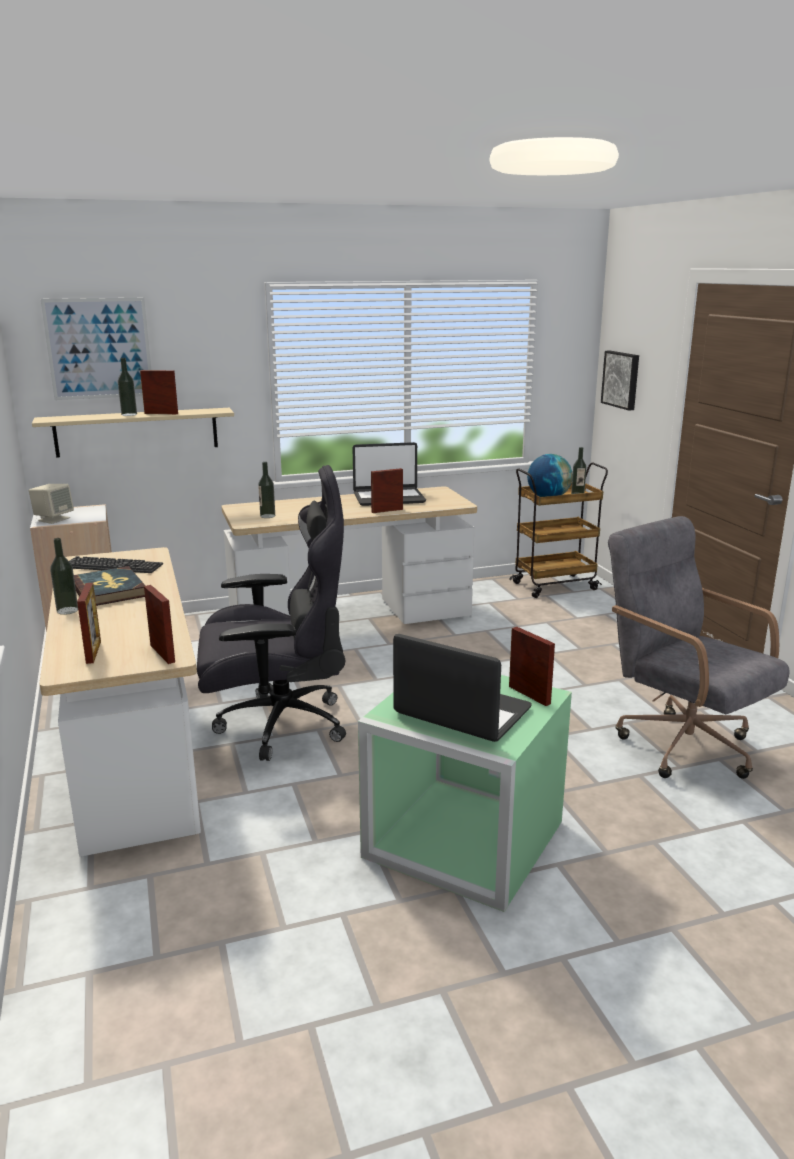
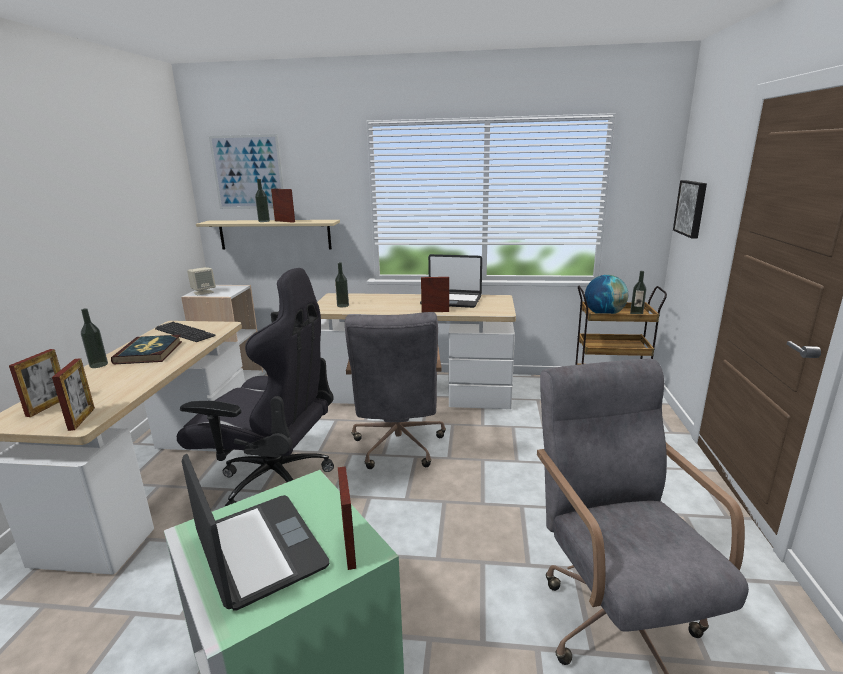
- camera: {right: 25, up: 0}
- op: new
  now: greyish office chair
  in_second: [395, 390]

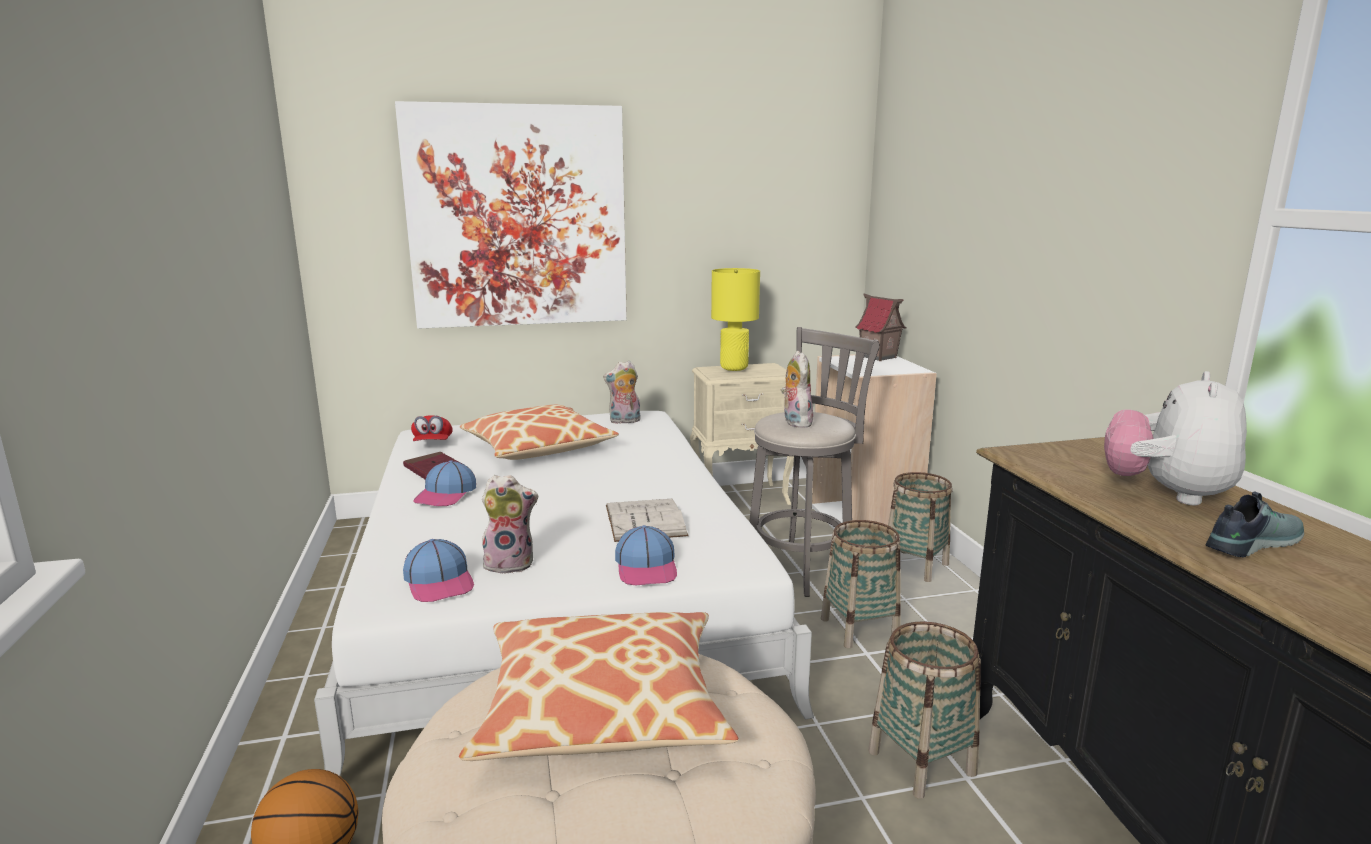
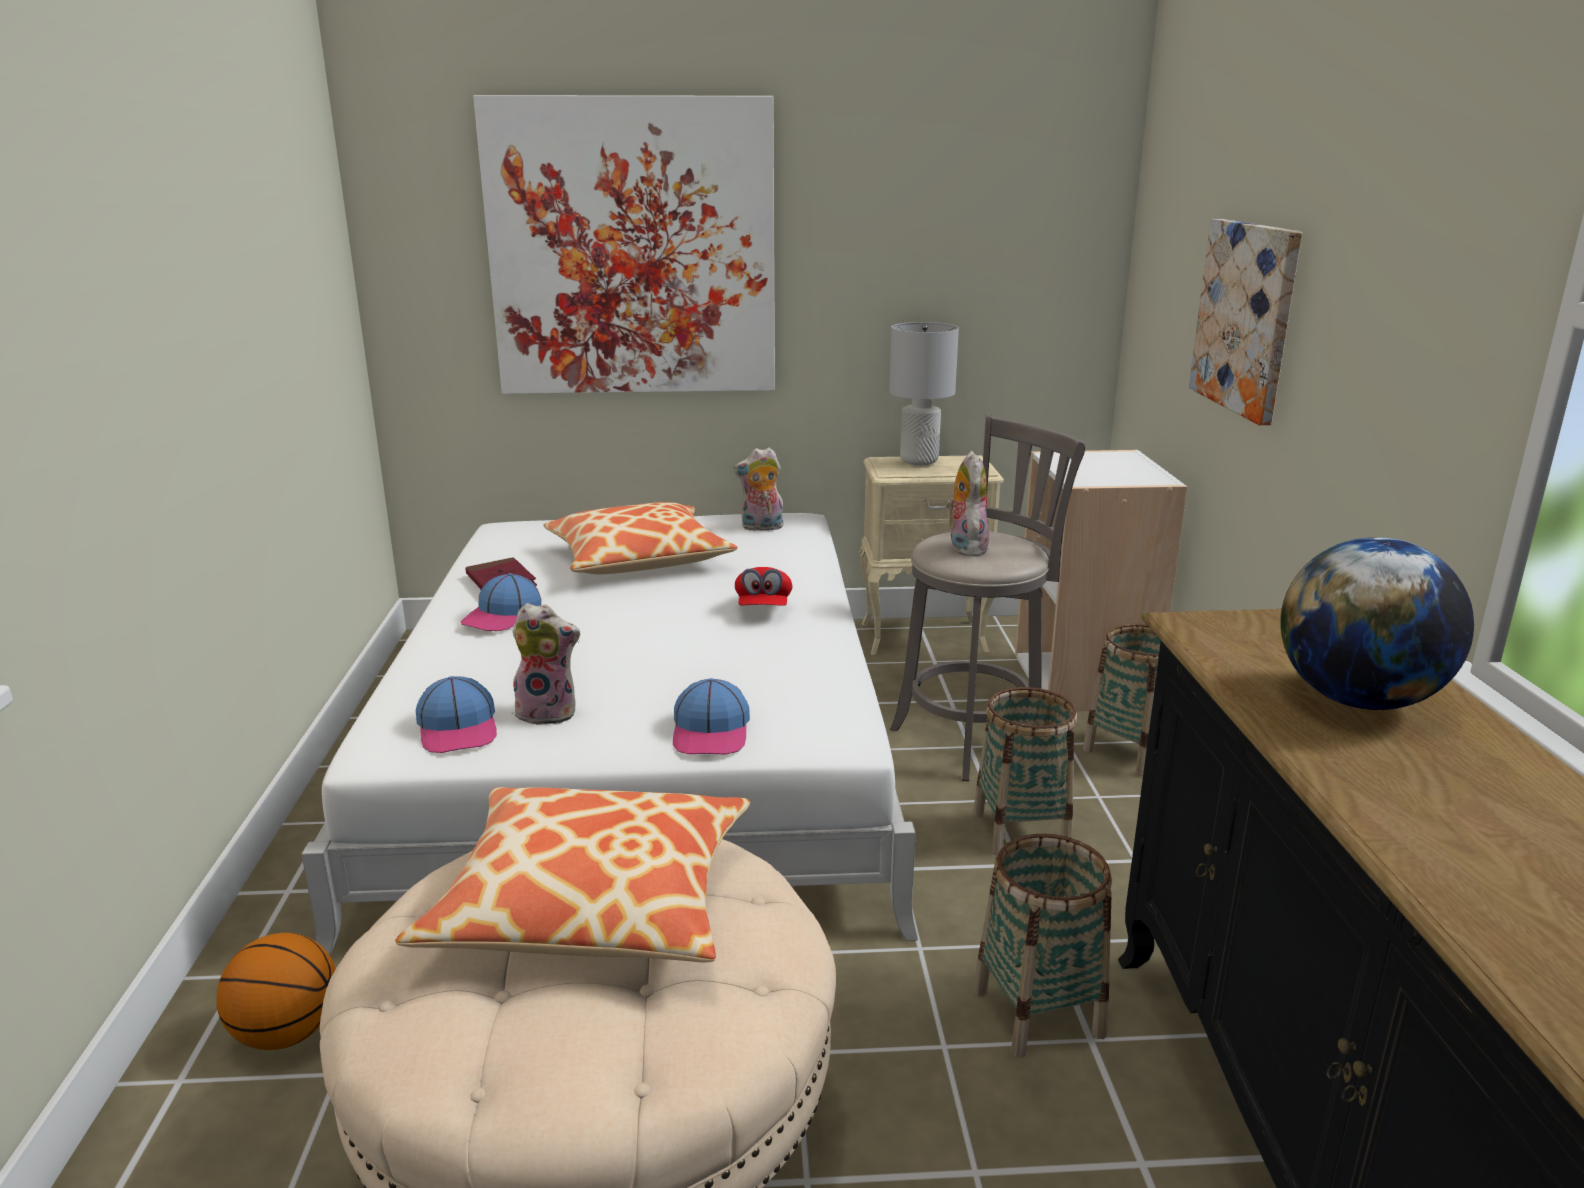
- camera: {right: 10, up: 5}
- op: shifted
  was: red cap
  in_first: [432, 428]
  in_second: [763, 586]
- op: repainted
  was: yellow-coloured tabletop lamp
  now: greyish tabletop lamp
  in_first: [735, 319]
  in_second: [924, 394]
- op: new
  now: picture
  in_second: [1245, 322]
- op: swapped
  was: plush toy
  now: desk globe
  in_first: [1175, 438]
  in_second: [1377, 623]
- op: gone
  was: white-coloured book
  in_first: [647, 520]
- op: gone
  was: miniature house
  in_first: [880, 327]
- op: gone
  was: low shoe
  in_first: [1255, 524]

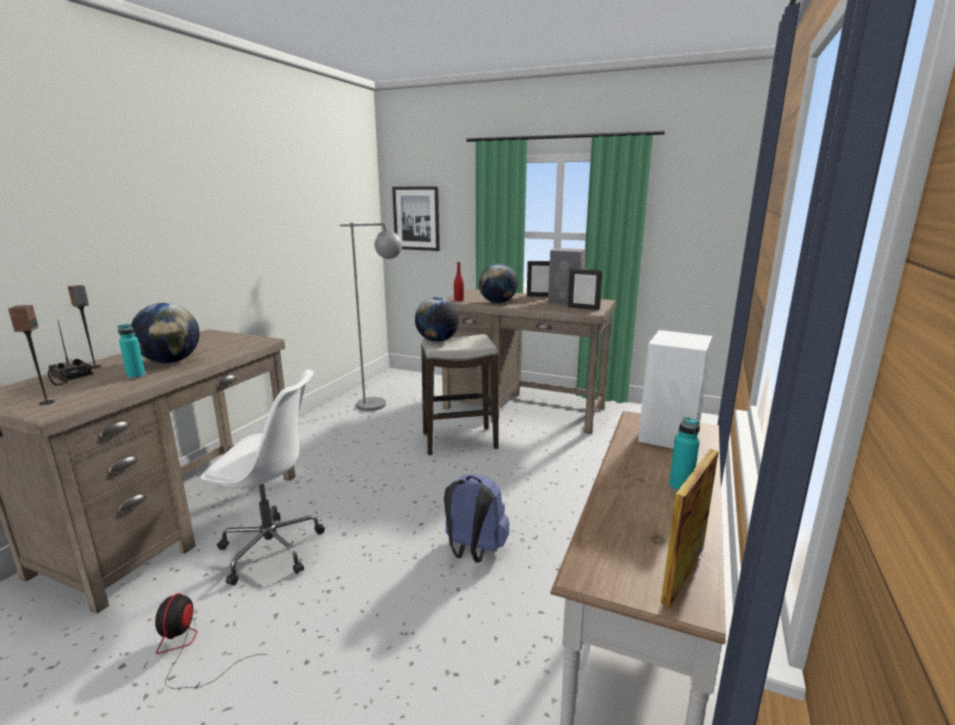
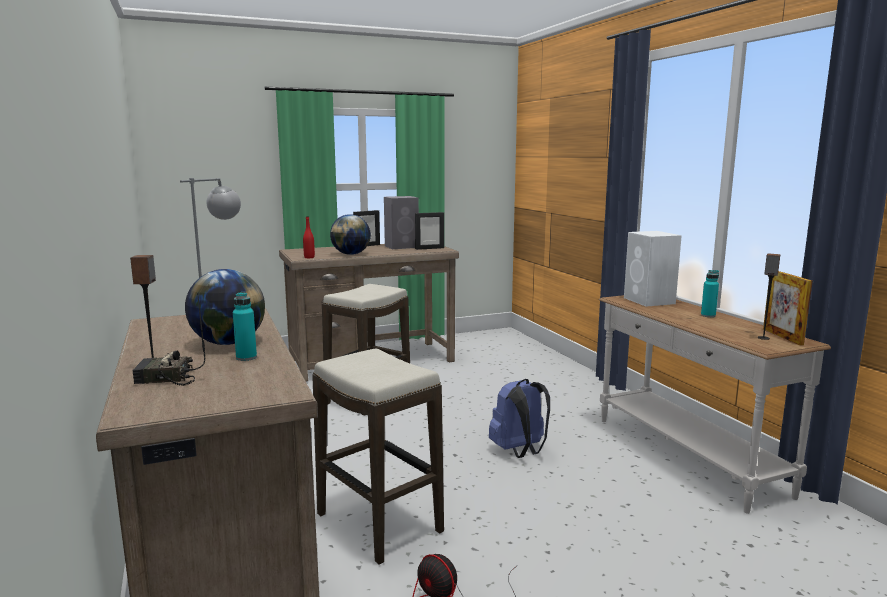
- camera: {right: -45, up: -5}
- op: swapped
  was: white-coloured office chair
  now: stool
  in_first: [262, 477]
  in_second: [378, 456]
- op: shifted
  was: speaker
  in_first: [31, 355]
  in_second: [768, 296]
- op: gone
  was: picture
  in_first: [416, 219]
- op: gone
  was: desk globe
  in_first: [437, 319]

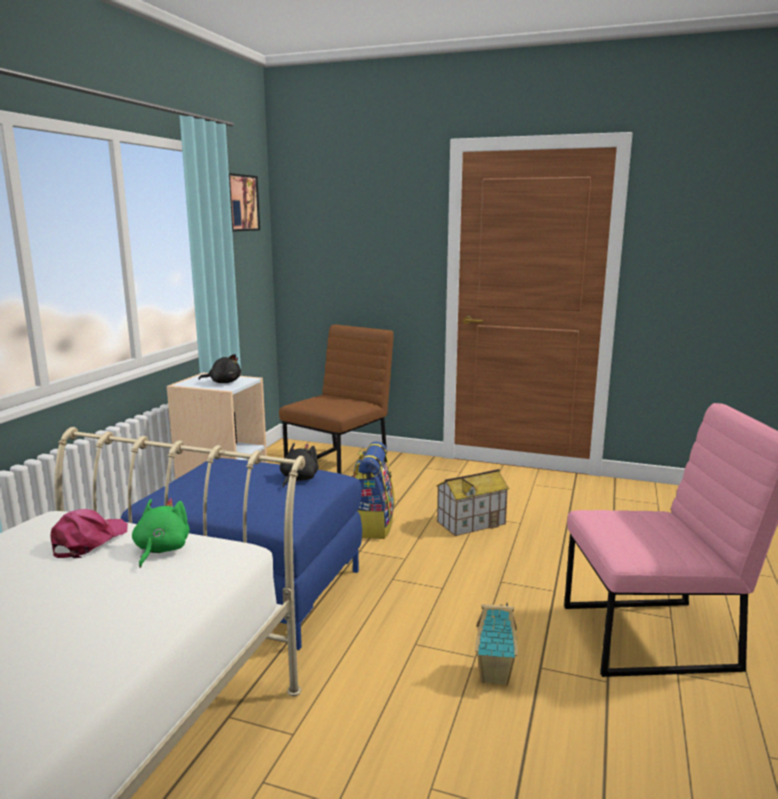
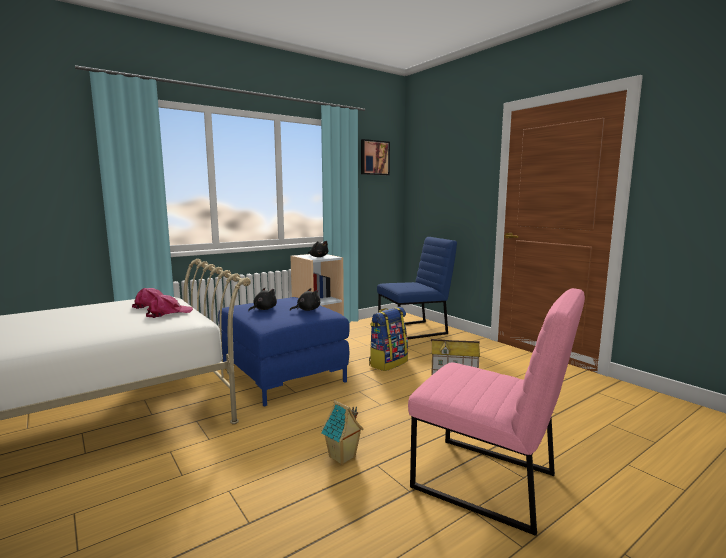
- camera: {right: 35, up: -5}
- op: swapped
  was: green-coloured plush toy
  now: pink-coloured cap
  in_first: [161, 533]
  in_second: [169, 306]
- op: new
  now: black plush toy
  in_second: [262, 299]
- op: repainted
  was: brownish plain chair
  now: blue-coloured plain chair
  in_first: [336, 401]
  in_second: [417, 288]

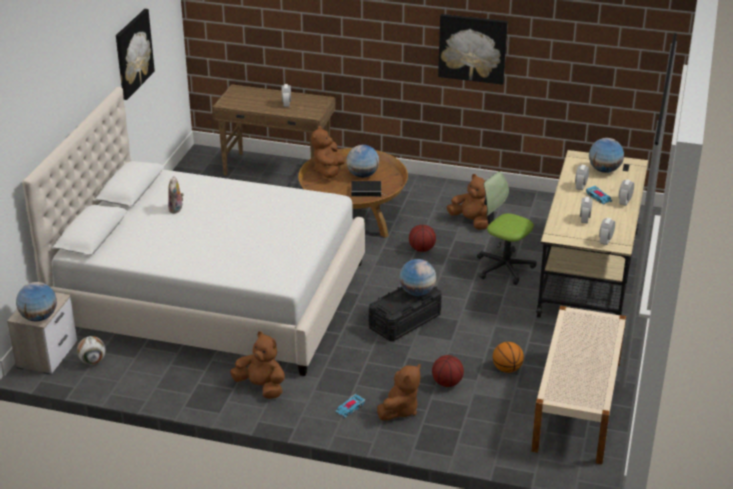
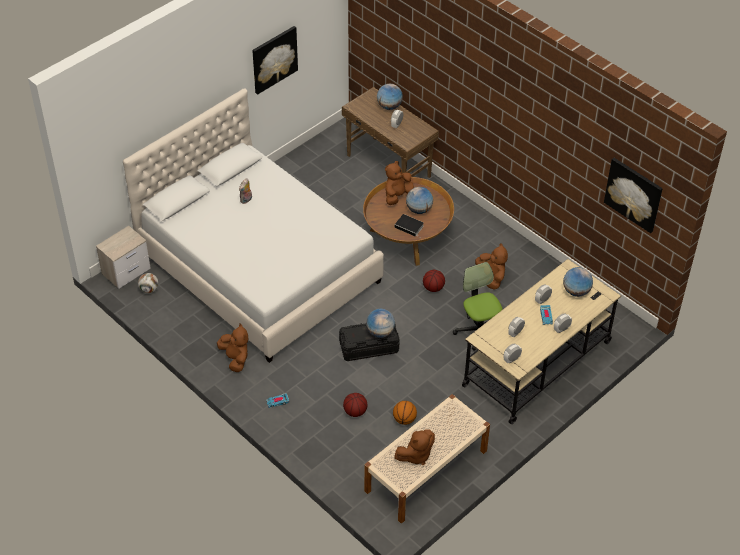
- camera: {right: 30, up: 15}
- op: shifted
  was: desk globe
  in_first: [36, 301]
  in_second: [390, 97]
- op: shifted
  was: brownish plush toy
  in_first: [399, 392]
  in_second: [414, 447]
- op: shifted
  was: picture
  in_first: [473, 49]
  in_second: [633, 195]

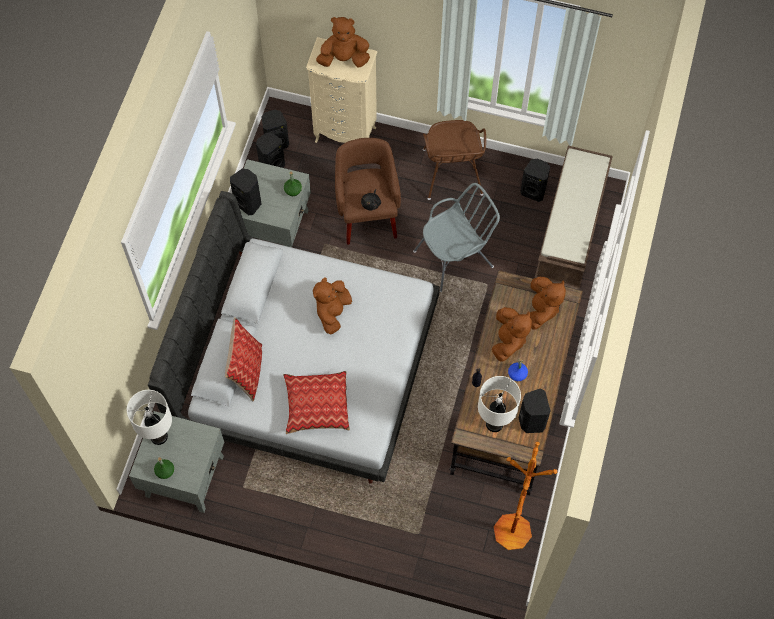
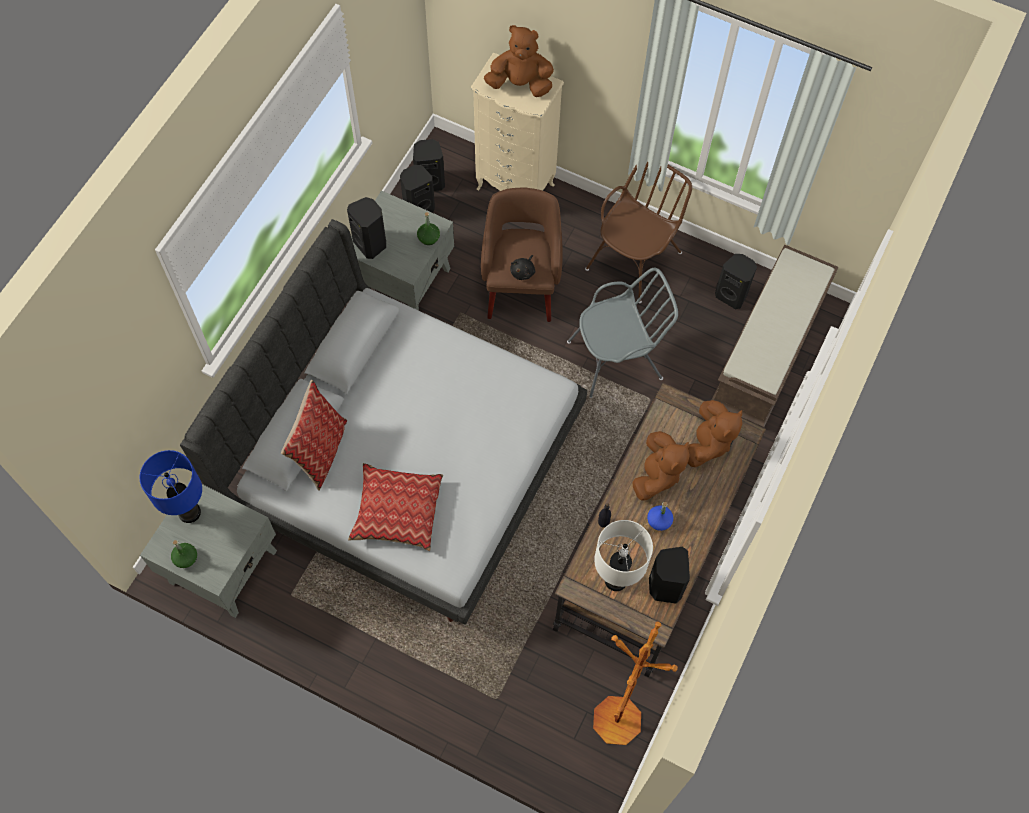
- camera: {right: 10, up: 0}
- op: repainted
  was: white-coloured tabletop lamp
  now: blue-coloured tabletop lamp
  in_first: [149, 417]
  in_second: [170, 486]
- op: rotated
  was: brownish plain chair
  in_first: [454, 160]
  in_second: [638, 232]
  clockwise: -150
- op: gone
  was: brownish plush toy
  in_first: [332, 305]

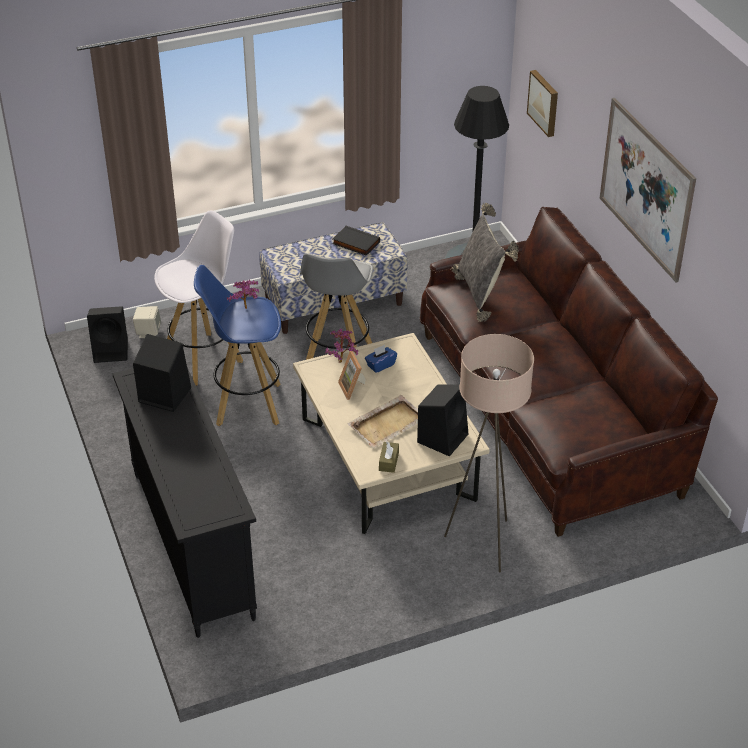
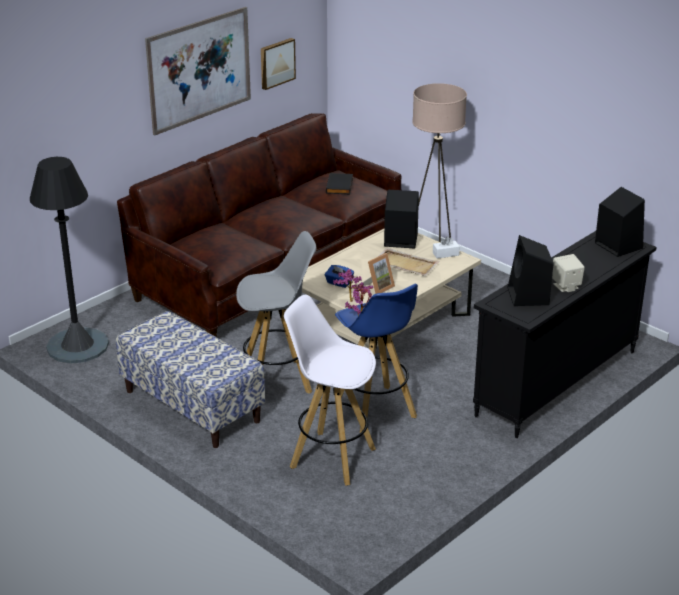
- camera: {right: -115, up: -10}
- op: shifted
  was: picture
  in_first: [542, 103]
  in_second: [278, 64]
- op: shifted
  was: black book
  in_first: [356, 241]
  in_second: [339, 183]
- op: repainted
  was: brownish tissue box
  now: white-coloured tissue box
  in_first: [389, 457]
  in_second: [446, 247]
- op: shifted
  was: sand-coloured speaker
  in_first: [147, 322]
  in_second: [568, 273]
- op: shifted
  was: black speaker
  in_first: [107, 334]
  in_second: [620, 222]
- op: gone
  was: pillow
  in_first: [485, 262]

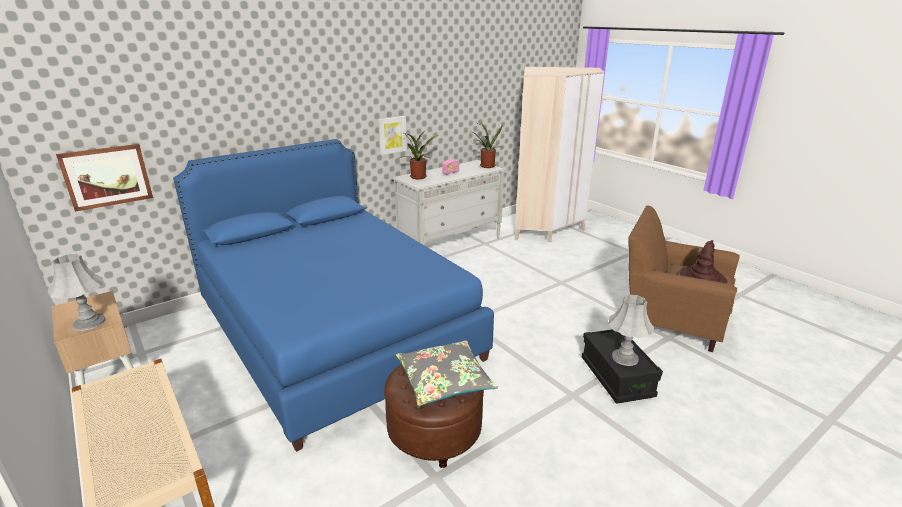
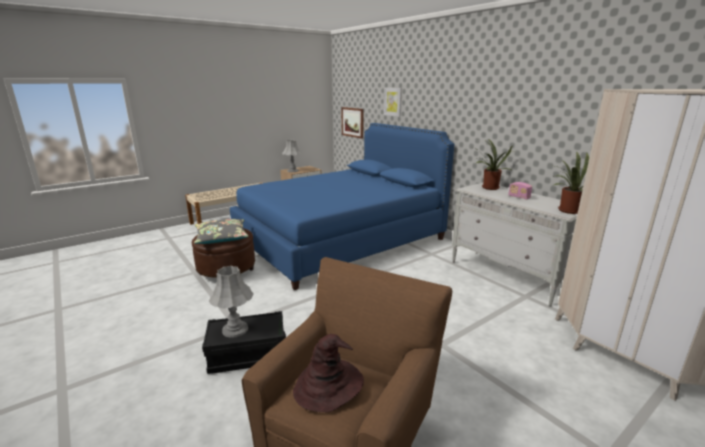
- camera: {right: 90, up: -5}
- op: shifted
  was: picture
  in_first: [392, 135]
  in_second: [393, 102]

